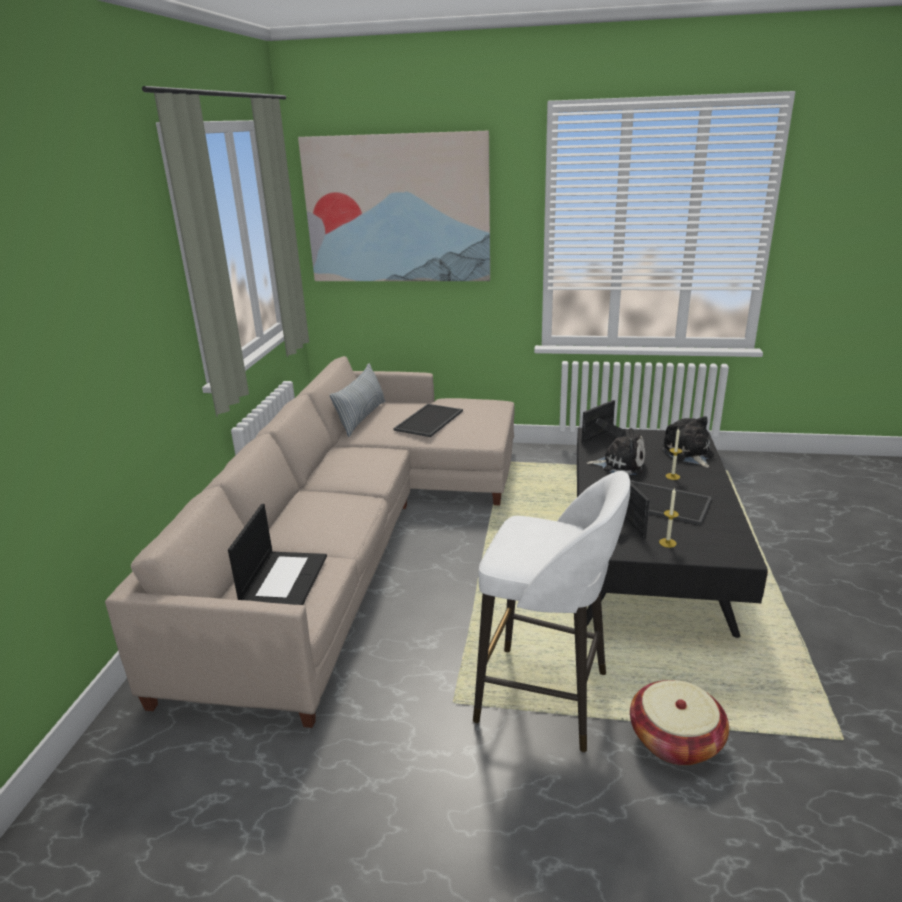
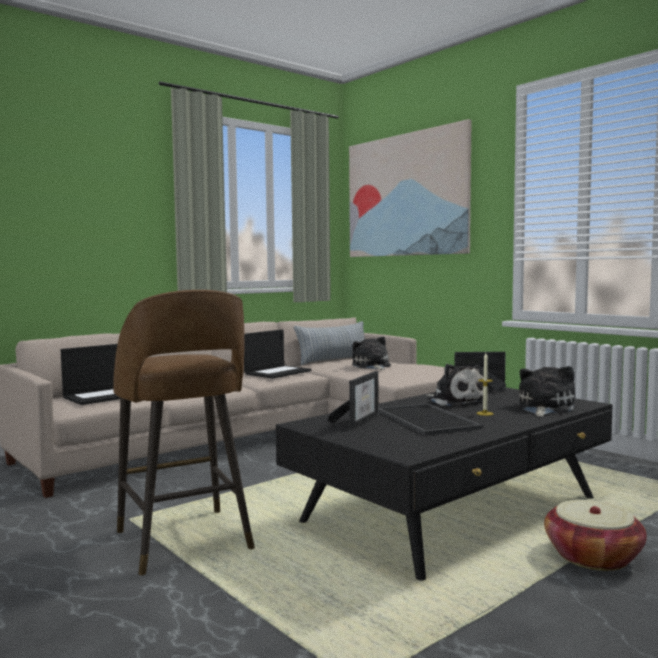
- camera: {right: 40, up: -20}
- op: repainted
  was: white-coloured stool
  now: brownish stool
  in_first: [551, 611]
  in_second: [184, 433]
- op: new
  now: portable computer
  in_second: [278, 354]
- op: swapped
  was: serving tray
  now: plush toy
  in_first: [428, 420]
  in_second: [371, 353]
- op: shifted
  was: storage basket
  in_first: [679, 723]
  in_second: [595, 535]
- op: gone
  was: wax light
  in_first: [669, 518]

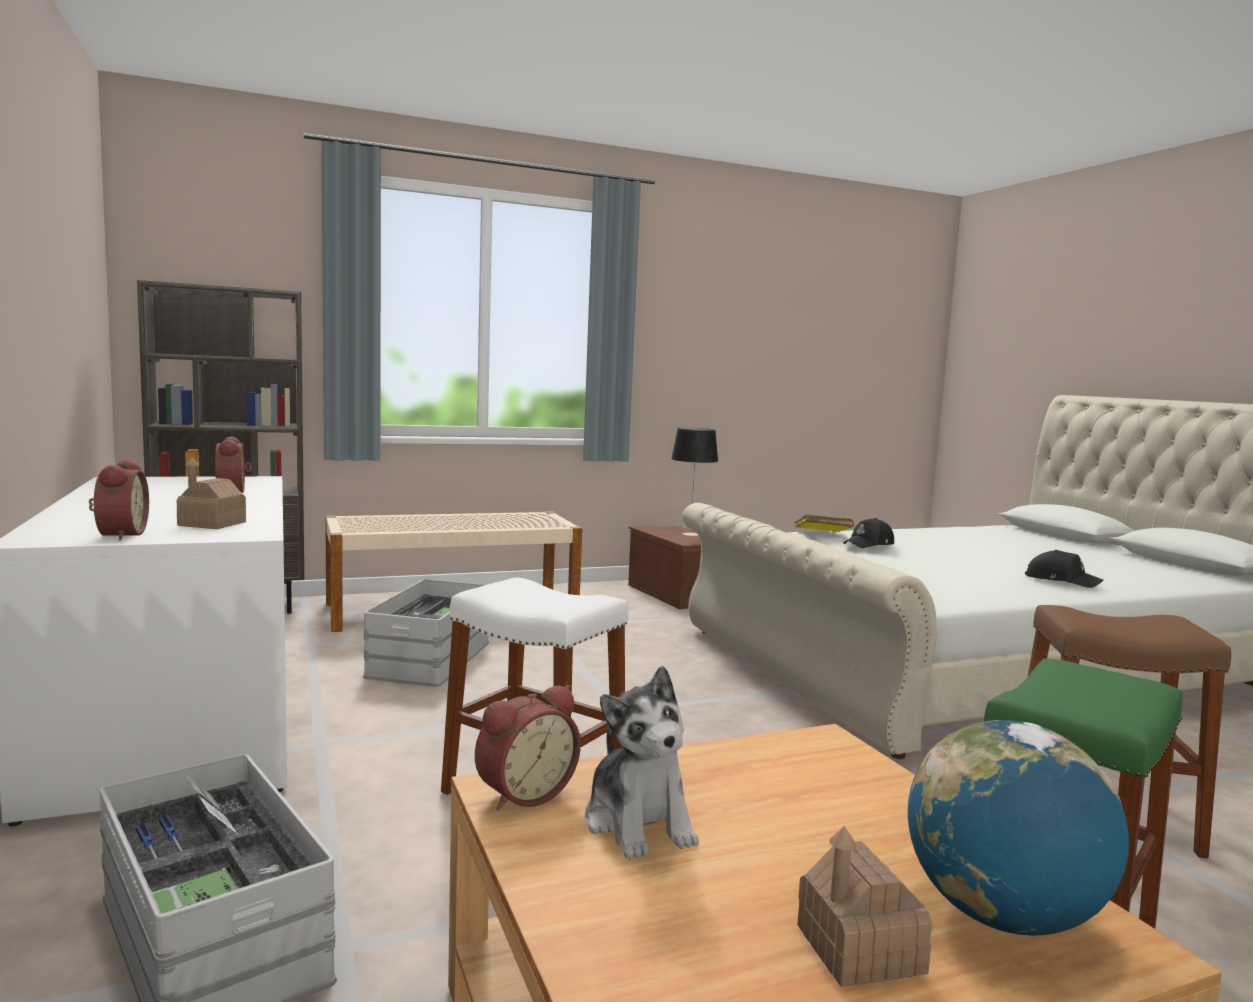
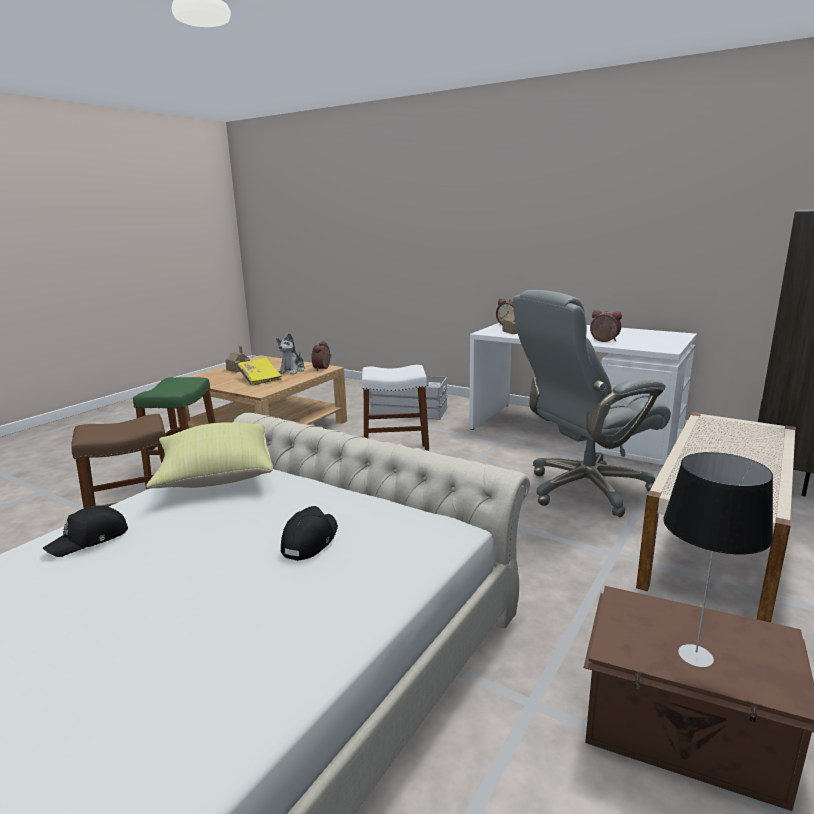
- camera: {right: 145, up: 10}
- op: rotated
  was: black cap
  in_first: [1064, 569]
  in_second: [85, 531]
  clockwise: -45
- op: new
  now: yellow-coloured pillow
  in_second: [209, 455]
- op: shifted
  was: yellow-coloured book
  in_first: [824, 523]
  in_second: [260, 371]
- op: rotated
  was: plush toy
  in_first: [642, 763]
  in_second: [290, 353]
  clockwise: -105
- op: swapped
  was: greyish storage box
  now: greyish office chair
  in_first: [426, 633]
  in_second: [592, 403]
- op: gone
  was: desk globe
  in_first: [1018, 828]

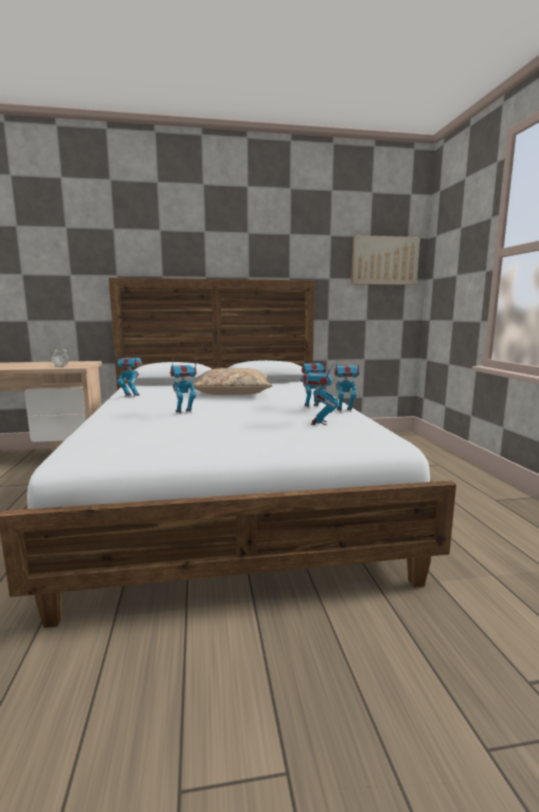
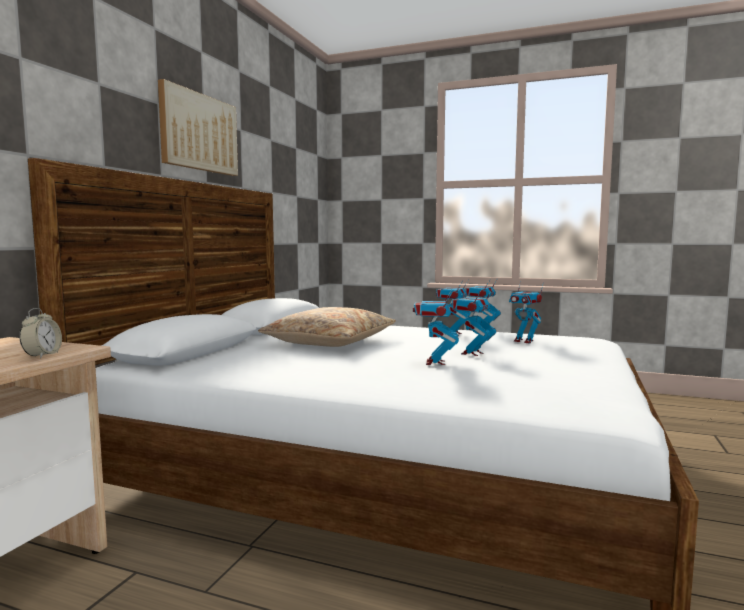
- camera: {right: -60, up: -5}
- op: shifted
  was: picture
  in_first: [385, 260]
  in_second: [198, 127]
- op: shifted
  was: robot figure
  in_first: [128, 375]
  in_second: [474, 322]

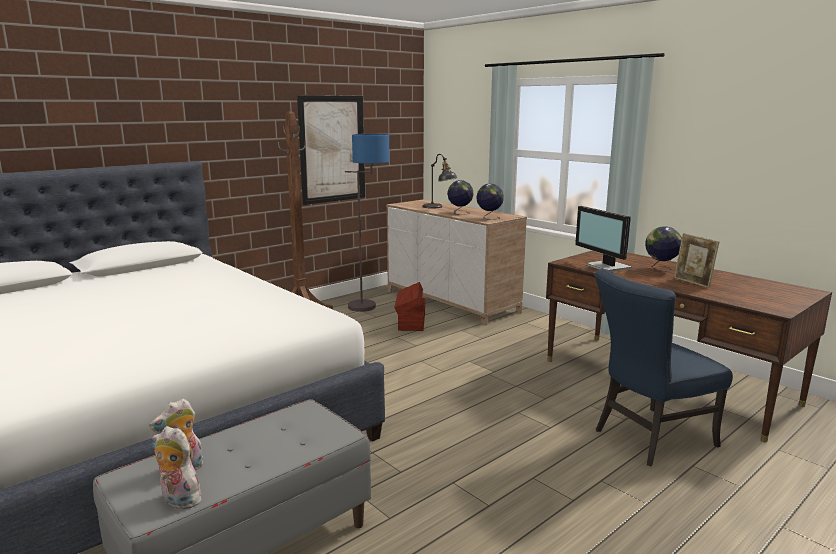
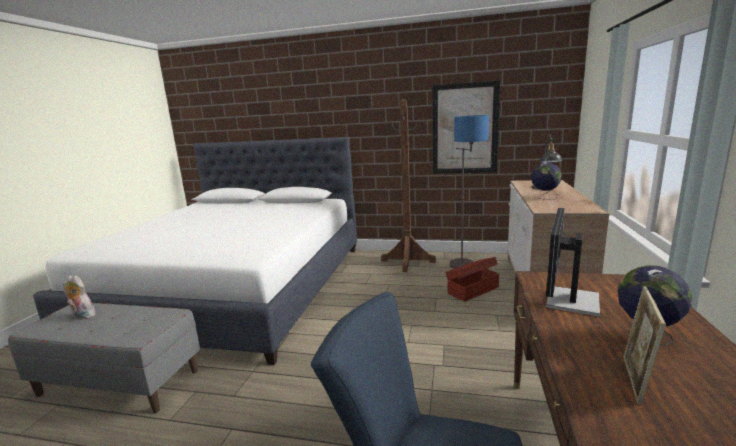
- camera: {right: 55, up: 0}
- op: gone
  was: plush toy
  in_first: [179, 467]
- op: gone
  was: desk globe
  in_first: [490, 202]

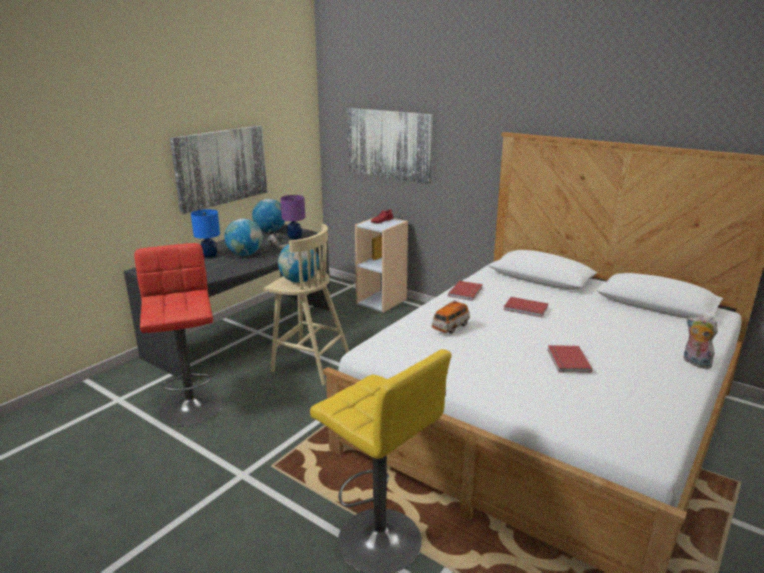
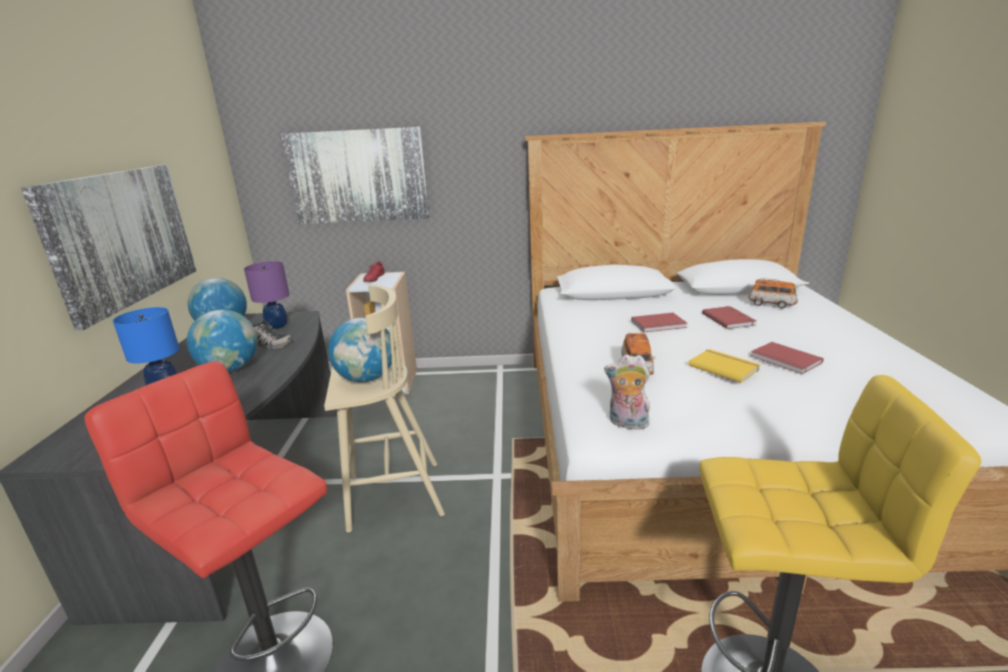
- camera: {right: -35, up: 0}
- op: shifted
  was: plush toy
  in_first: [701, 341]
  in_second: [627, 392]
- op: new
  now: yellow-coloured book
  in_second: [725, 366]
- op: shifted
  was: red book
  in_first: [465, 291]
  in_second: [729, 317]
- op: new
  now: toy car
  in_second: [773, 293]

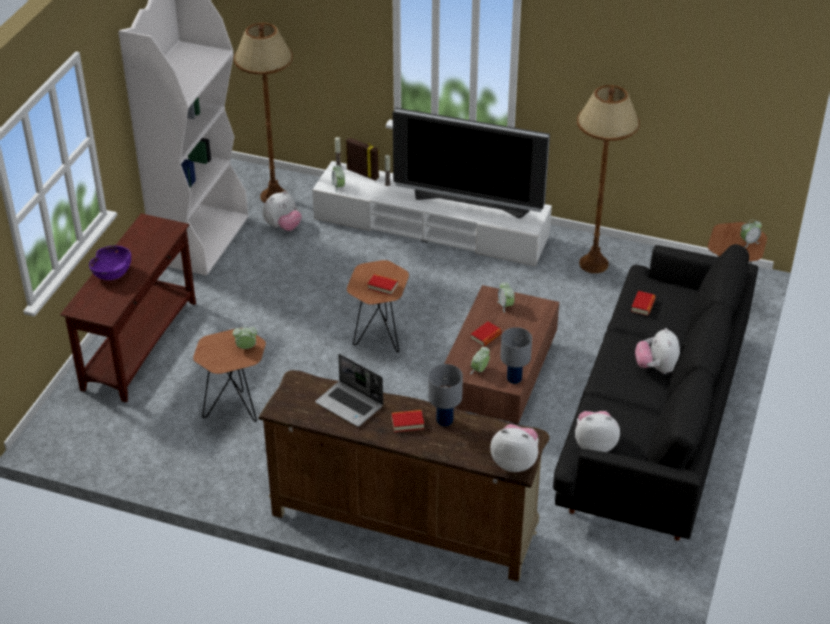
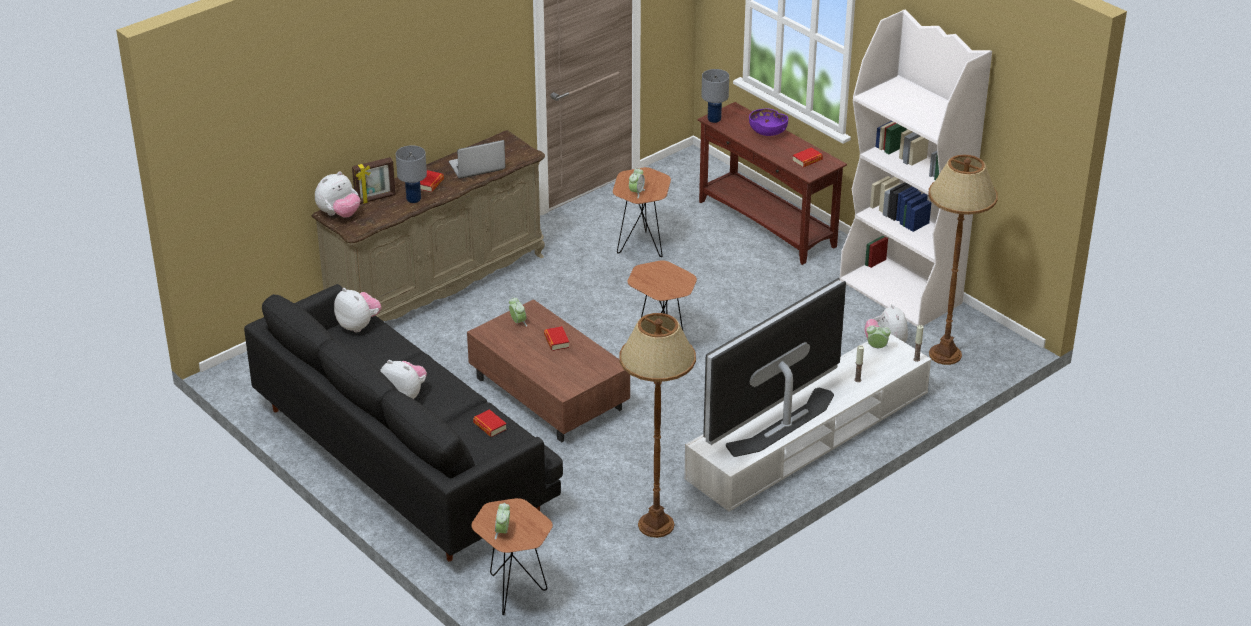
- camera: {right: 120, up: -5}
- op: rotated
  was: plush toy
  in_first: [597, 431]
  in_second: [357, 310]
  clockwise: -75
- op: shifted
  was: standing frame
  in_first: [362, 159]
  in_second: [374, 180]
- op: shifted
  was: greyish tabletop lamp
  in_first: [516, 355]
  in_second: [715, 96]
- op: shifted
  was: book
  in_first: [383, 285]
  in_second: [807, 157]
- op: gone
  was: bedside clock
  in_first: [505, 297]

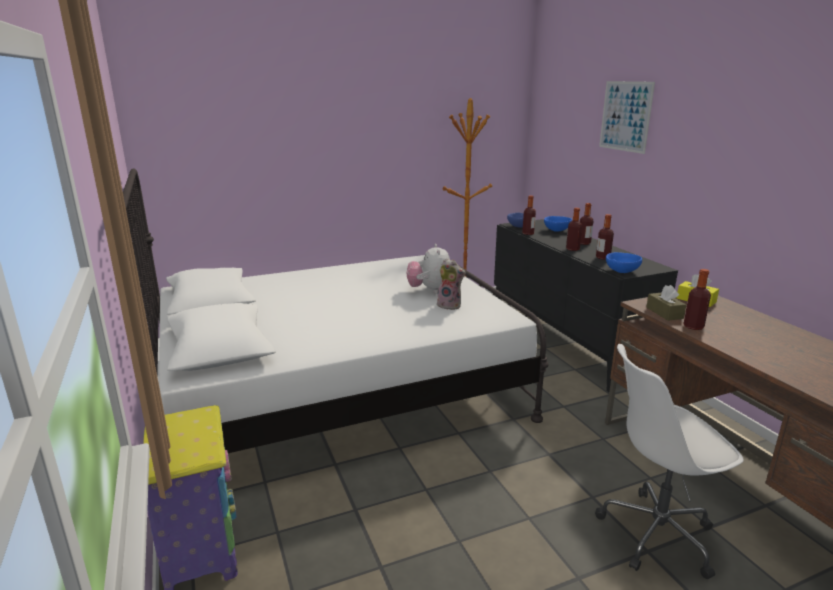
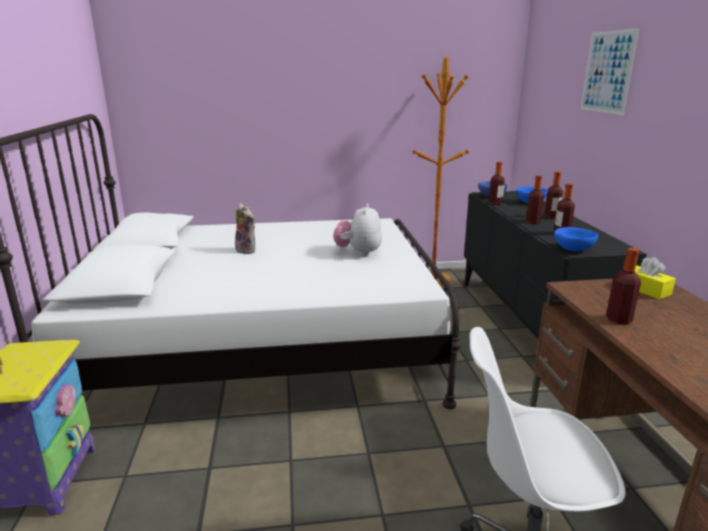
- camera: {right: 15, up: 0}
- op: shifted
  was: plush toy
  in_first: [451, 284]
  in_second: [245, 228]
- op: gone
  was: brownish tissue box
  in_first: [666, 303]

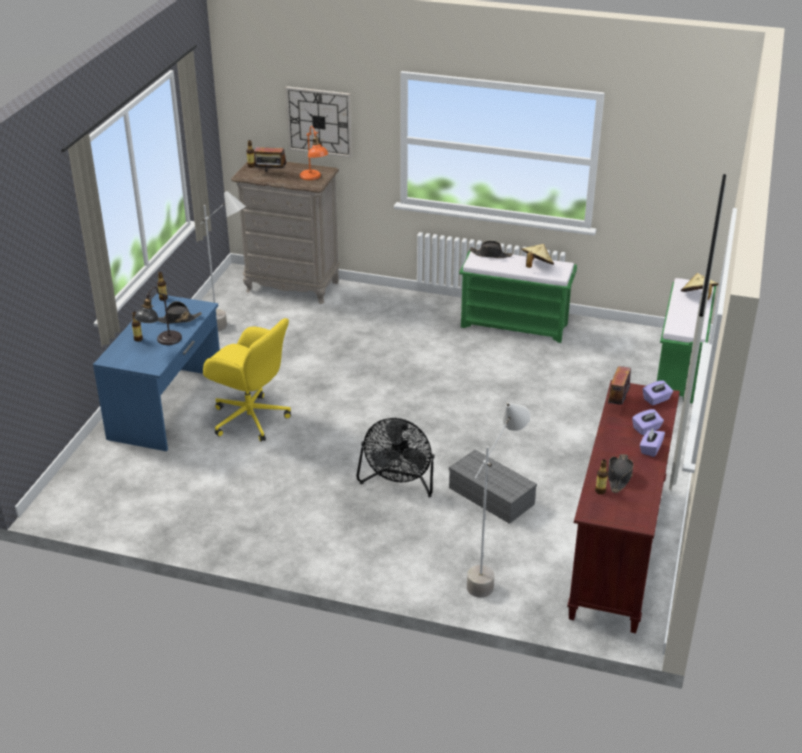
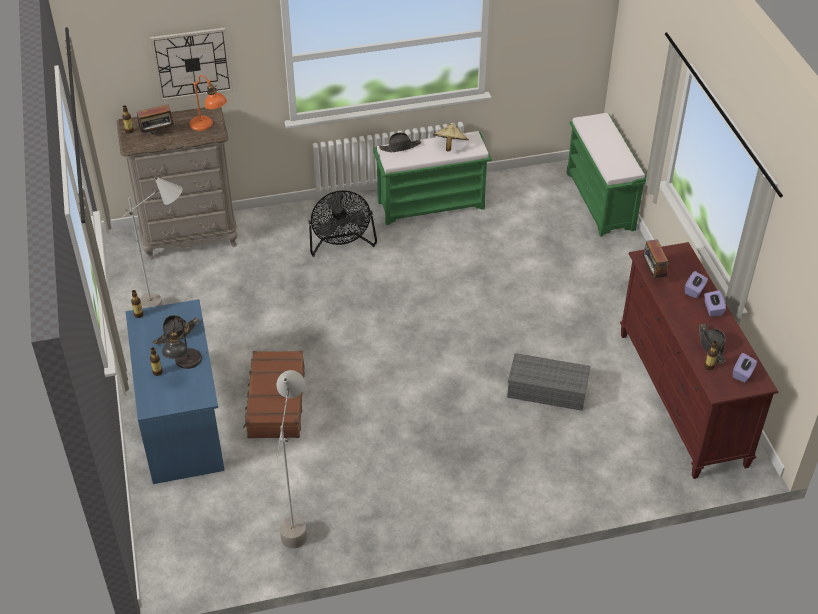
- camera: {right: -30, up: 10}
- op: swapped
  was: yellow-coloured office chair
  now: brownish piece of luggage
  in_first: [247, 380]
  in_second: [274, 394]
- op: shifted
  was: greyish floor lamp
  in_first: [498, 500]
  in_second: [292, 459]
- op: shifted
  was: black fan
  in_first: [395, 457]
  in_second: [342, 223]
- op: shifted
  was: purple-coloured tissue box
  in_first: [658, 392]
  in_second: [745, 368]
- op: gone
  was: sand-coloured clothing hat
  in_first: [699, 287]

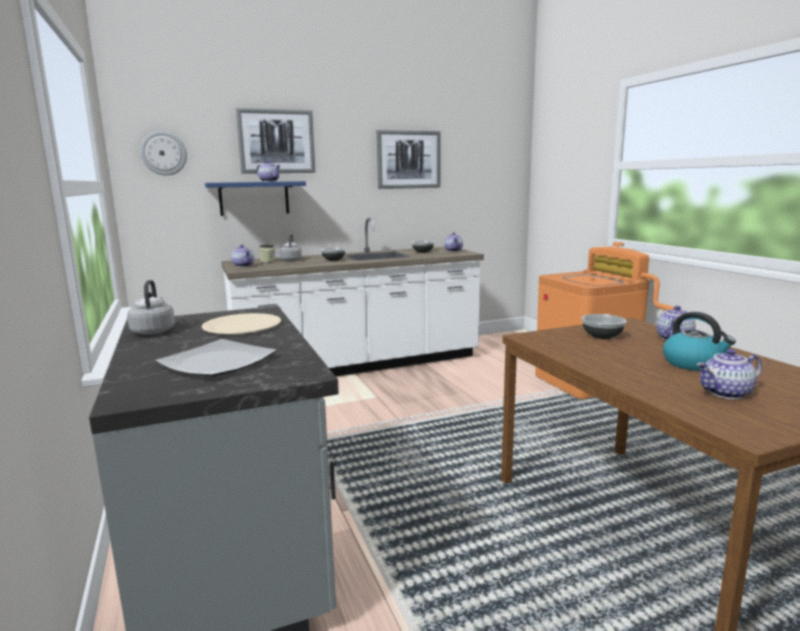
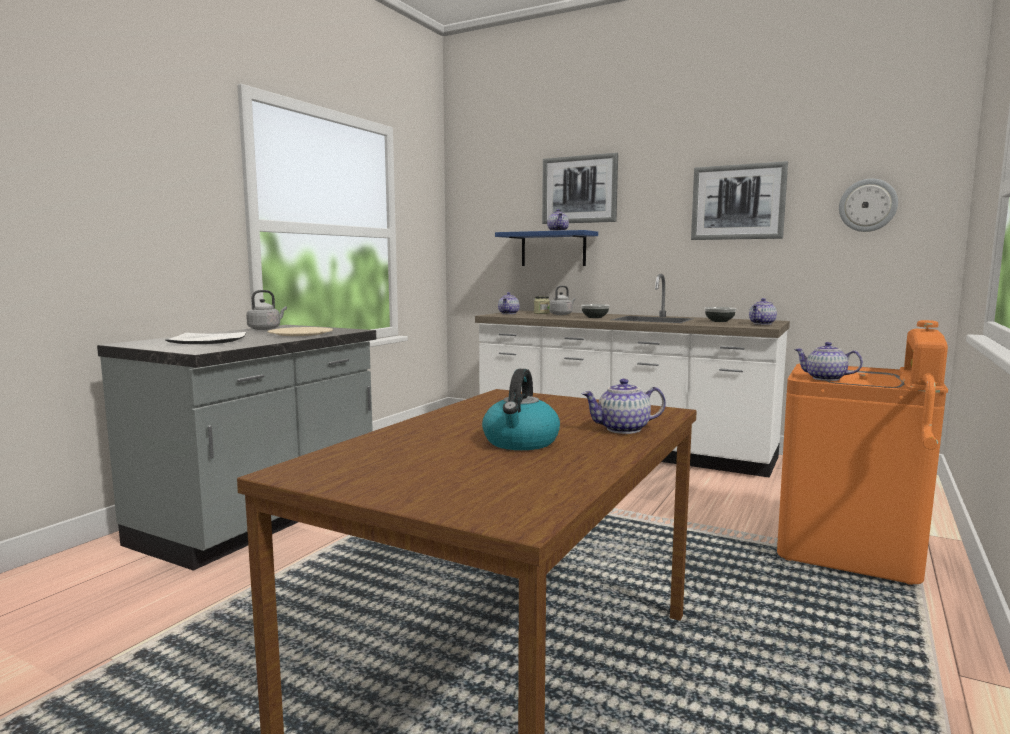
- camera: {right: 50, up: -5}
- op: shifted
  was: pot for tea
  in_first: [729, 374]
  in_second: [828, 361]
- op: shifted
  was: hanging clock
  in_first: [163, 153]
  in_second: [868, 205]
- op: gone
  was: bowl
  in_first: [604, 326]

